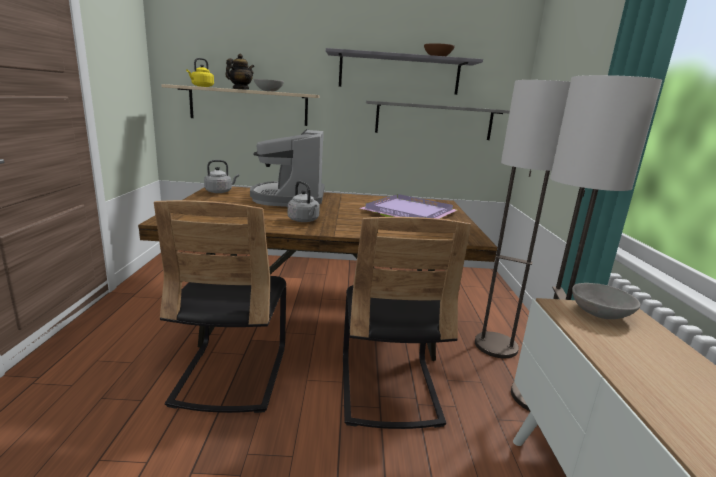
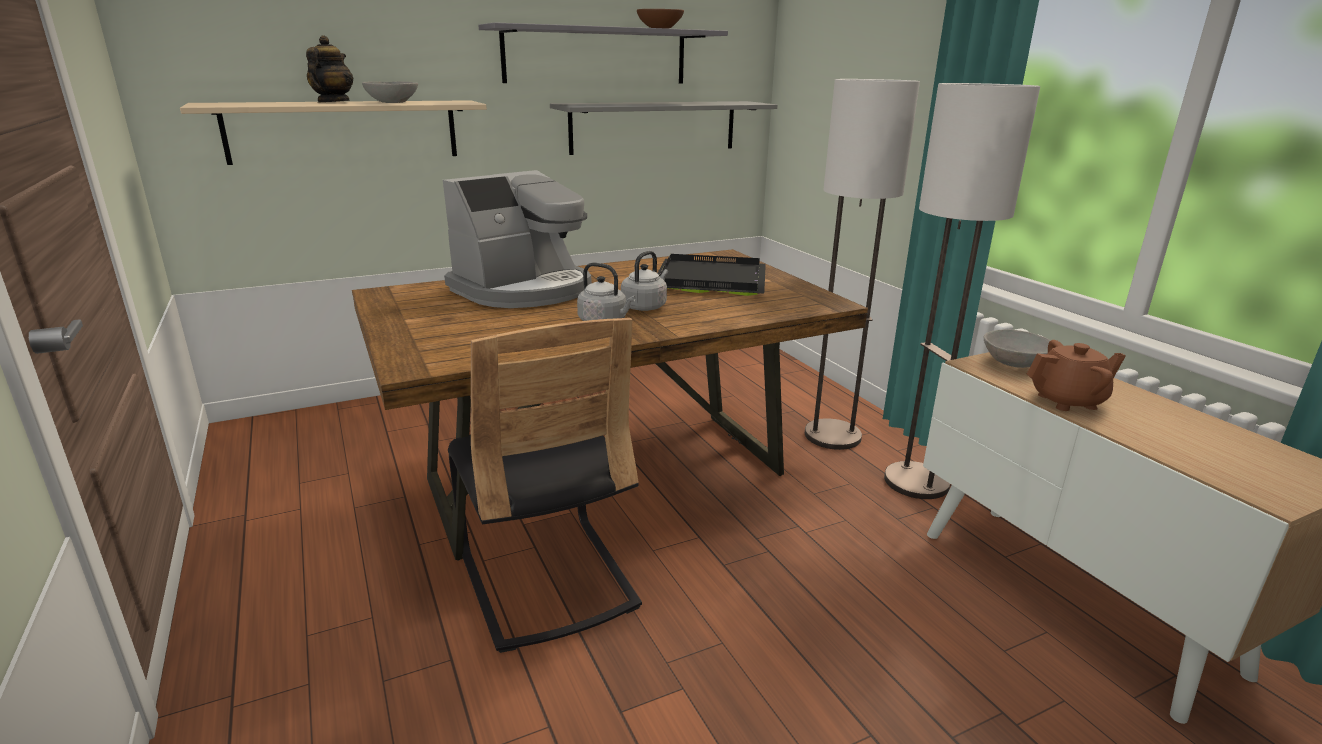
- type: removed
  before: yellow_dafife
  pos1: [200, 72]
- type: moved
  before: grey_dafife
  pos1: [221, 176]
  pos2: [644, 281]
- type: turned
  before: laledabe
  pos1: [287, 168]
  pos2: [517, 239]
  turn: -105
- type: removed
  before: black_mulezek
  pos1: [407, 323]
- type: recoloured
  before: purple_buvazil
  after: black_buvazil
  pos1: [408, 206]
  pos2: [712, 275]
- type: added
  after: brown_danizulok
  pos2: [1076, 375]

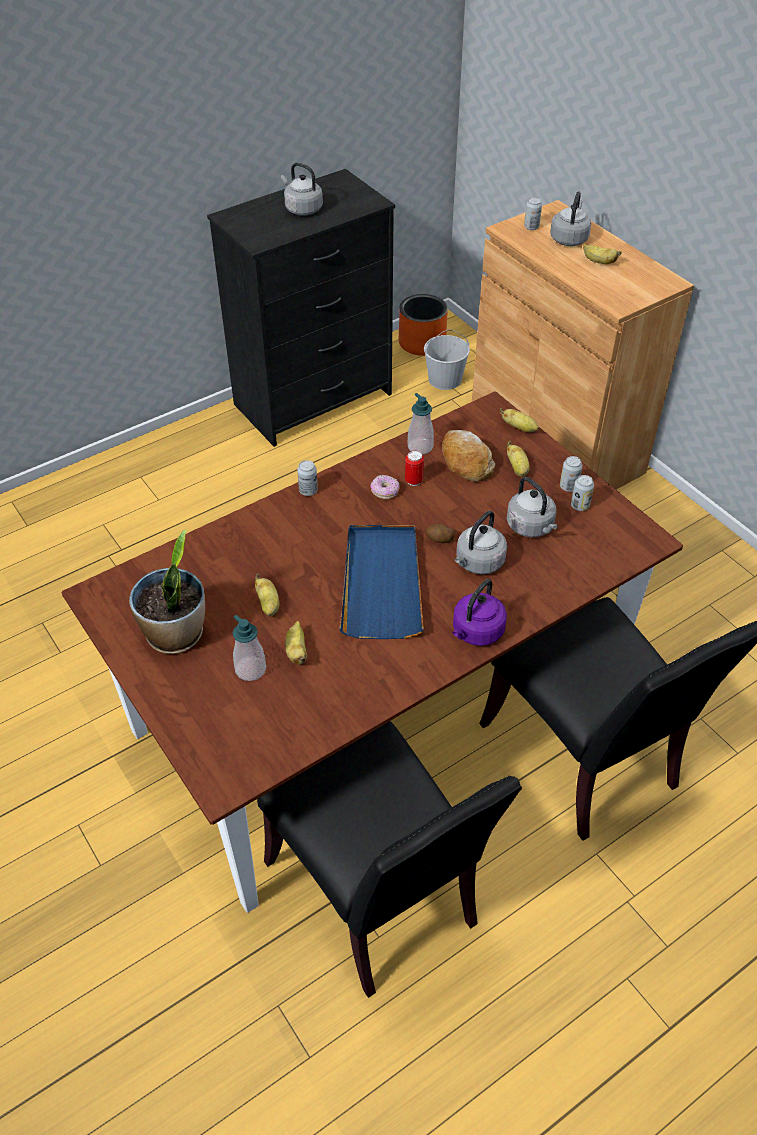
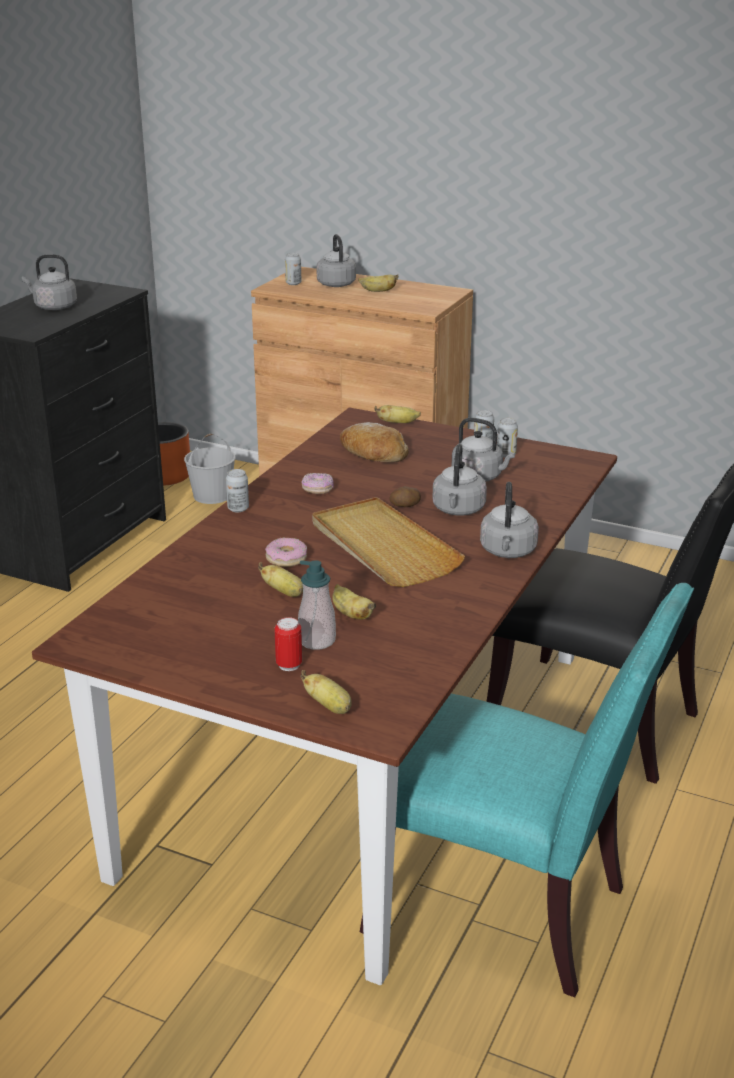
- type: removed
  before: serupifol
  pos1: [167, 592]
- type: recoloured
  before: black_mulezek
  after: turquoise_mulezek
  pos1: [389, 859]
  pos2: [527, 790]
- type: recoloured
  before: blue_buvazil
  after: beige_buvazil
  pos1: [382, 582]
  pos2: [388, 542]
- type: moved
  before: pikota
  pos1: [414, 468]
  pos2: [288, 644]
- type: removed
  before: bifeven
  pos1: [421, 424]
- type: recoloured
  before: purple_dafife
  after: grey_dafife
  pos1: [479, 612]
  pos2: [509, 520]
- type: moved
  before: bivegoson
  pos1: [518, 459]
  pos2: [326, 692]
- type: added
  after: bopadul
  pos2: [286, 552]

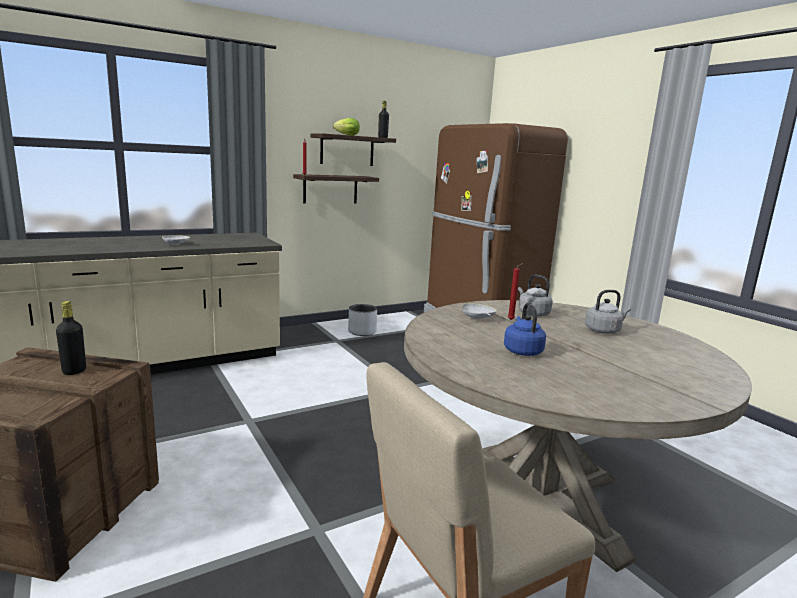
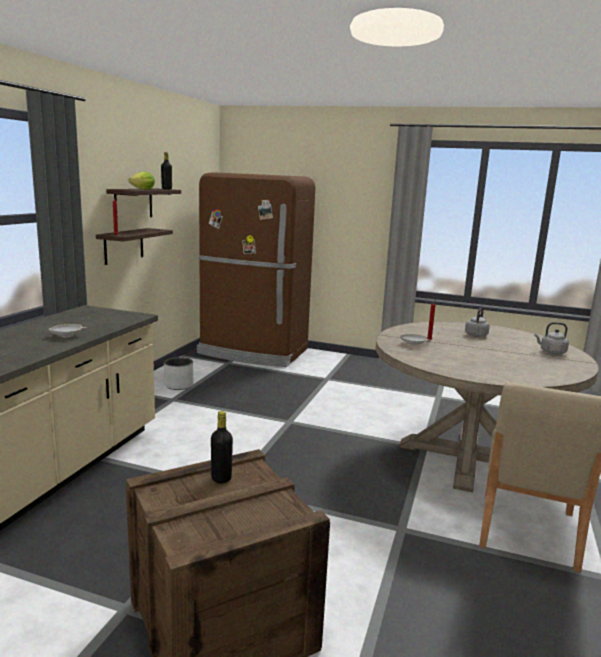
- type: removed
  before: blue_dafife
  pos1: [525, 329]
- type: moved
  before: grey_dafife
  pos1: [535, 295]
  pos2: [551, 338]

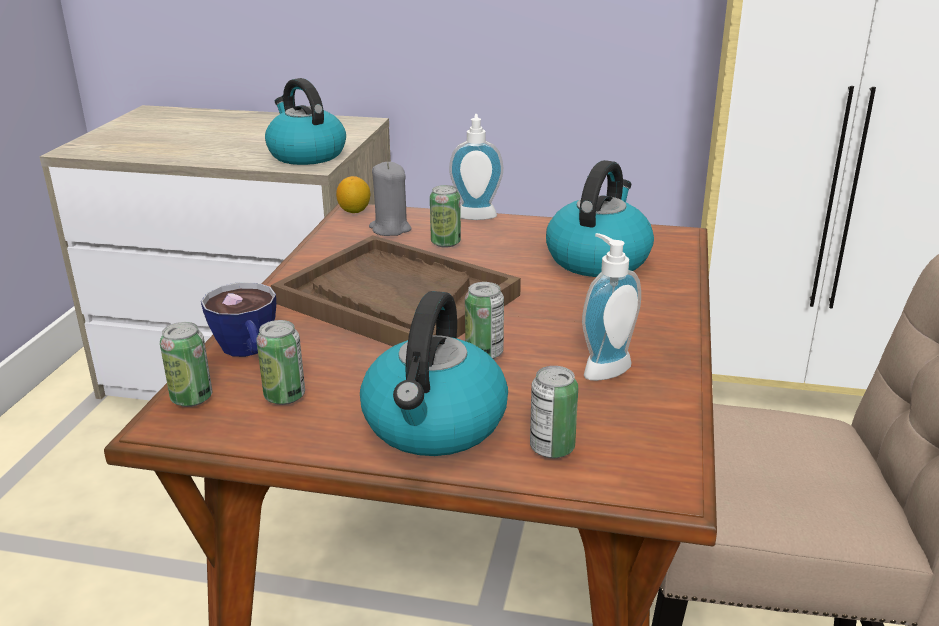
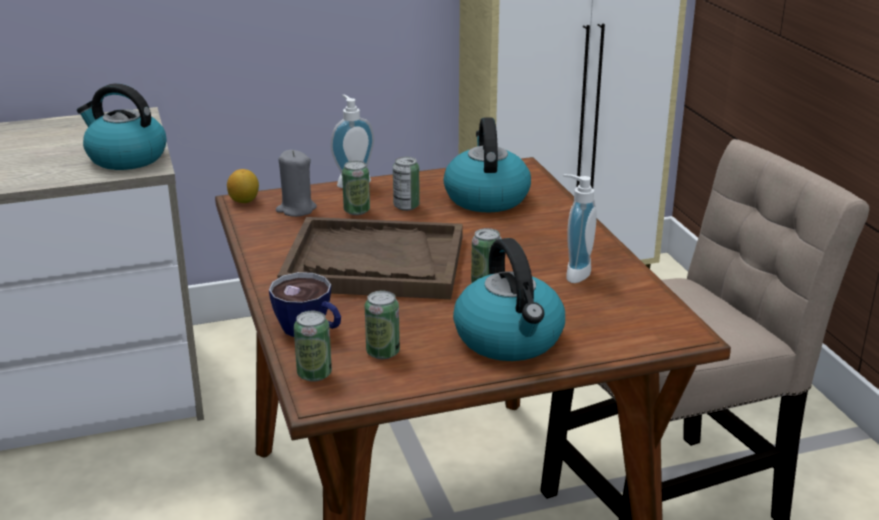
- type: moved
  before: pikota
  pos1: [554, 412]
  pos2: [406, 184]

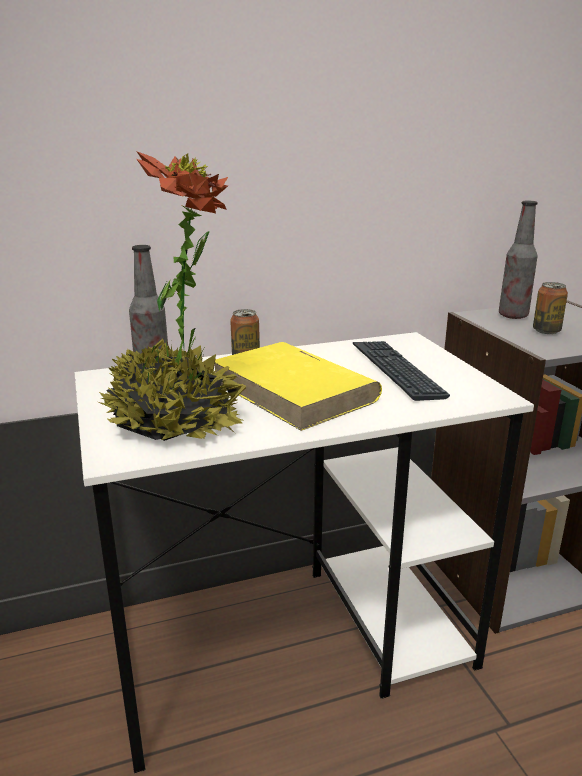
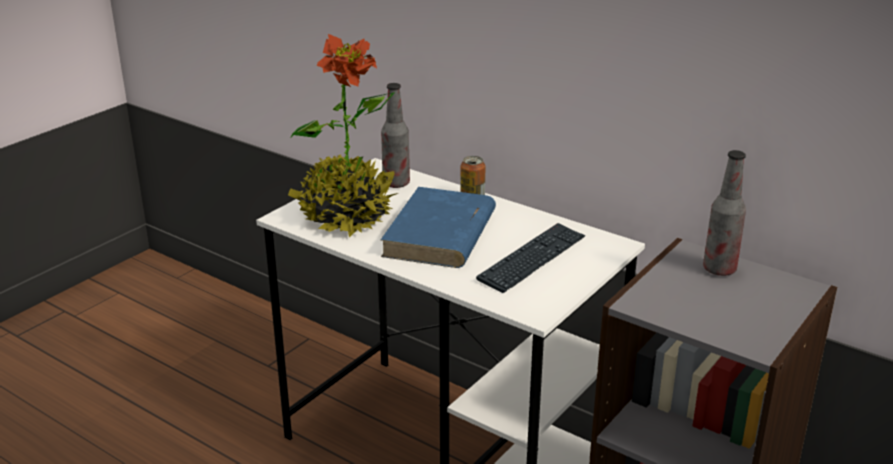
- type: recoloured
  before: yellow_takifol
  after: blue_takifol
  pos1: [298, 386]
  pos2: [438, 227]
- type: removed
  before: pikota
  pos1: [550, 308]

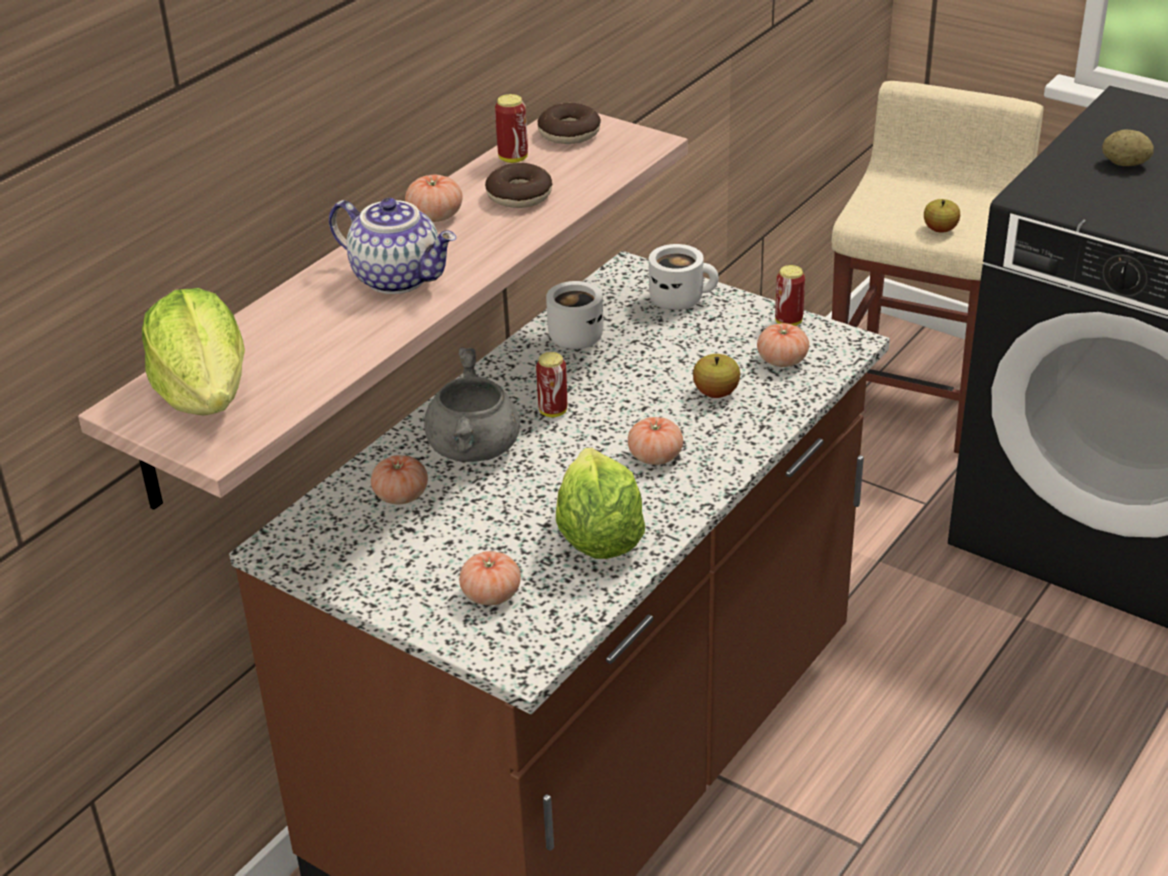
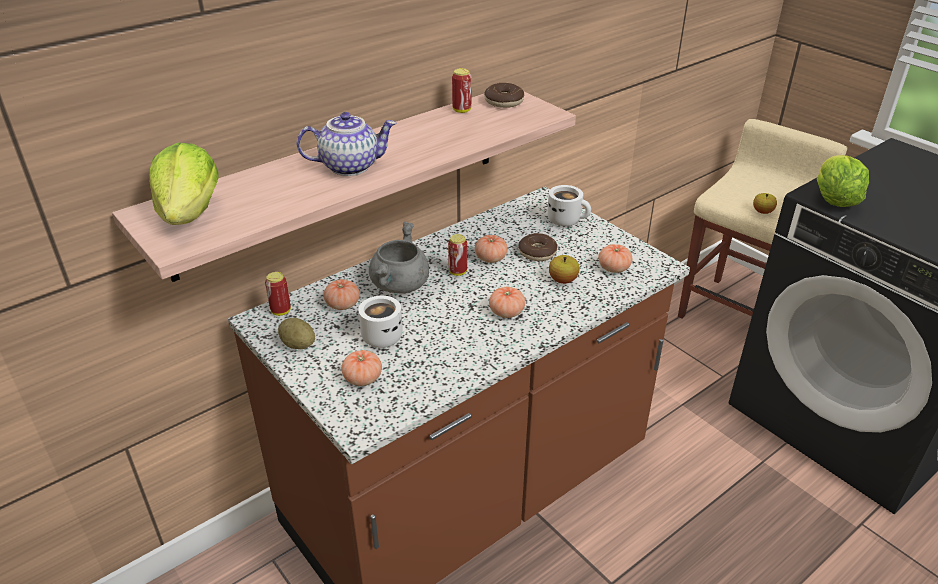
- type: turned
  before: danizulok
  pos1: [392, 246]
  pos2: [347, 144]
  turn: -60
- type: moved
  before: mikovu
  pos1: [434, 198]
  pos2: [491, 249]
- type: moved
  before: bopadul
  pos1: [518, 185]
  pos2: [538, 247]
- type: moved
  before: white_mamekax
  pos1: [574, 315]
  pos2: [380, 322]
- type: moved
  before: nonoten
  pos1: [600, 503]
  pos2: [843, 181]
- type: moved
  before: pikota
  pos1: [790, 295]
  pos2: [278, 294]
- type: moved
  before: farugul
  pos1: [1128, 147]
  pos2: [296, 333]

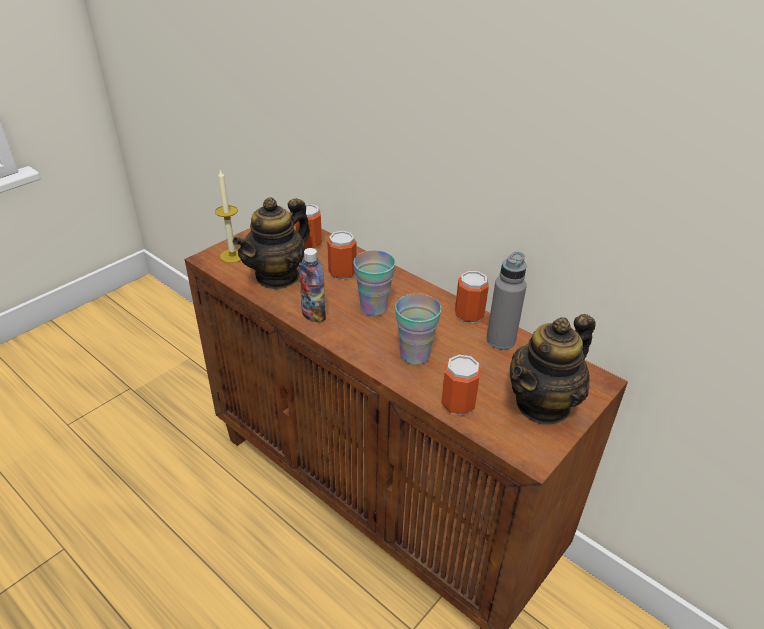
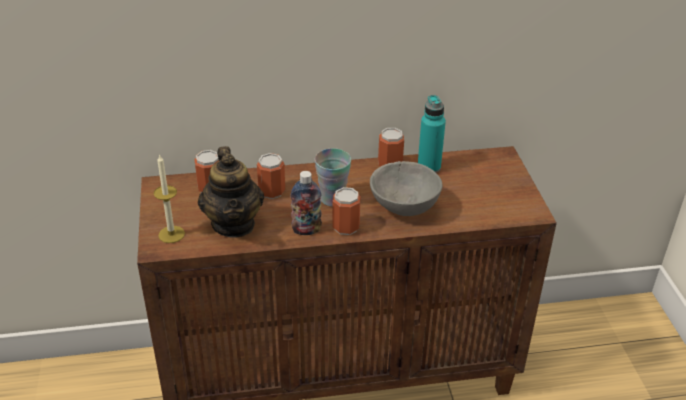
- type: replaced
  before: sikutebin
  after: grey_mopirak
  pos1: [418, 329]
  pos2: [406, 188]
- type: moved
  before: pikota
  pos1: [461, 385]
  pos2: [346, 211]
- type: recoloured
  before: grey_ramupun
  after: turquoise_ramupun
  pos1: [507, 301]
  pos2: [432, 134]
- type: removed
  before: danizulok
  pos1: [552, 370]

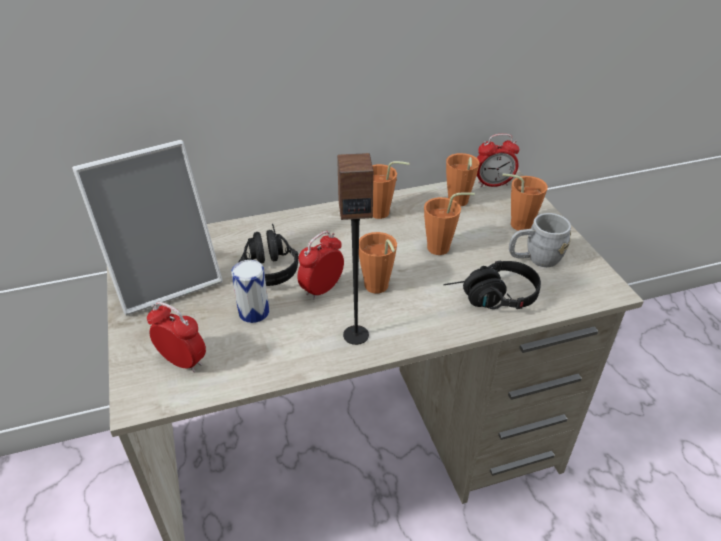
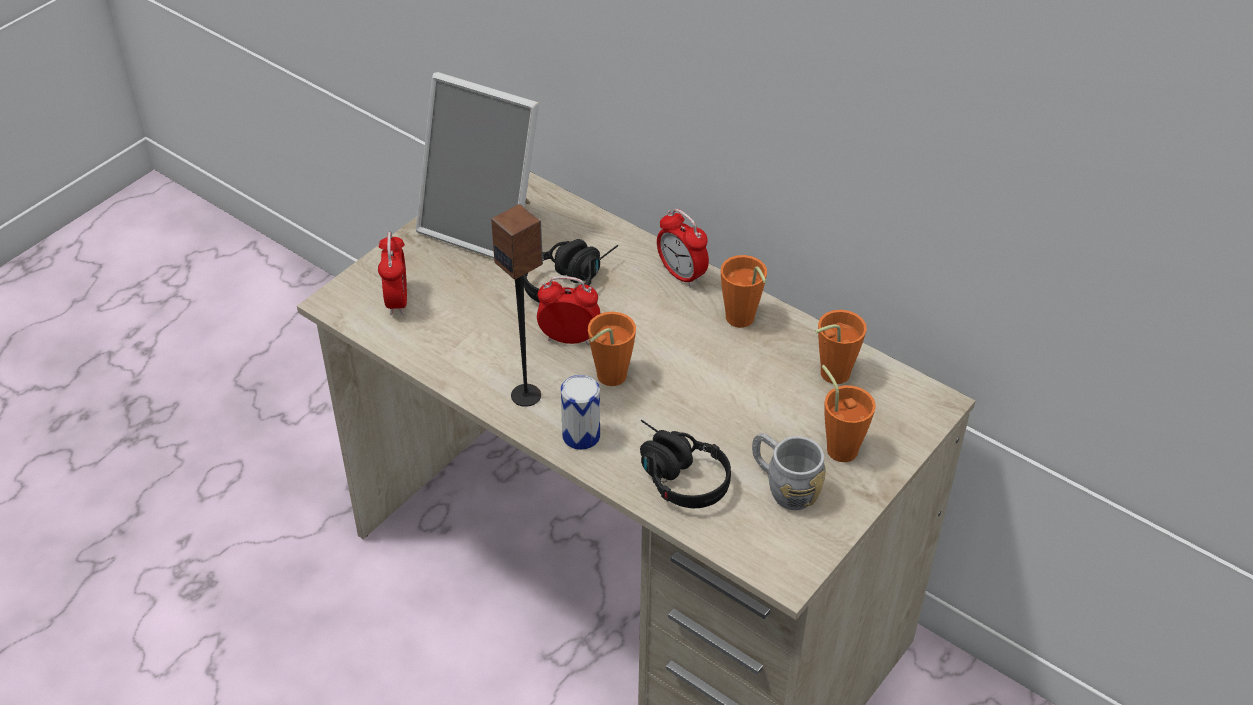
- type: moved
  before: pikota
  pos1: [250, 291]
  pos2: [580, 412]
- type: removed
  before: orange_sikutebin
  pos1: [449, 223]
- type: moved
  before: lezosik
  pos1: [498, 160]
  pos2: [683, 248]

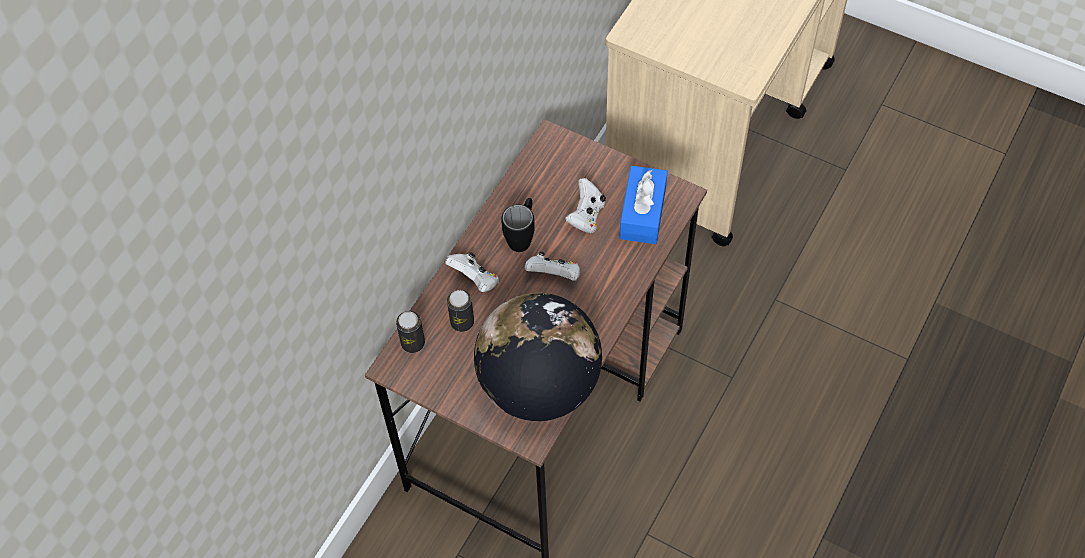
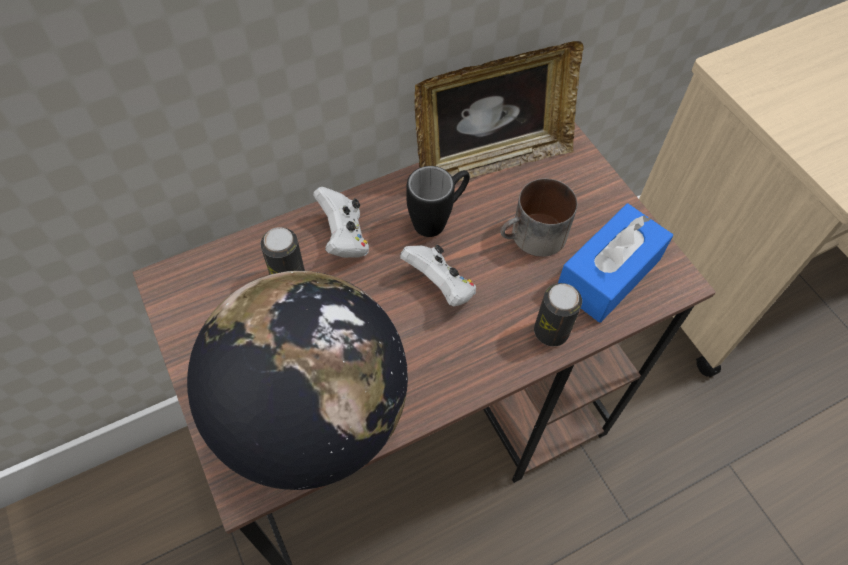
- type: moved
  before: pikota
  pos1: [410, 332]
  pos2: [558, 314]
- type: replaced
  before: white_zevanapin
  after: mamekax
  pos1: [585, 205]
  pos2: [538, 217]
- type: added
  after: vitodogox
  pos2: [499, 111]

